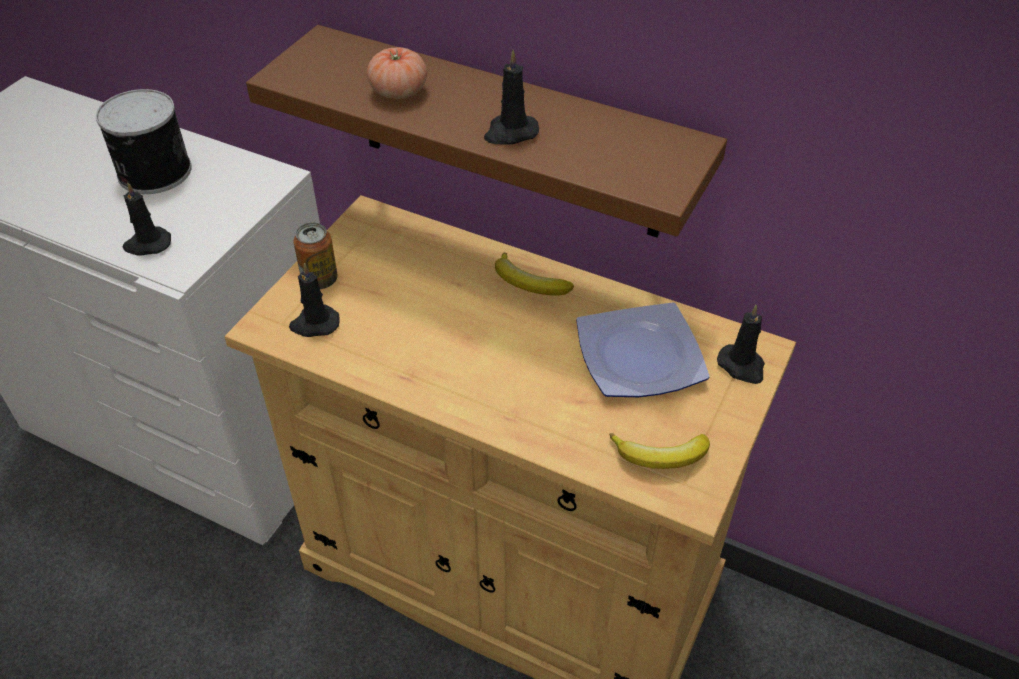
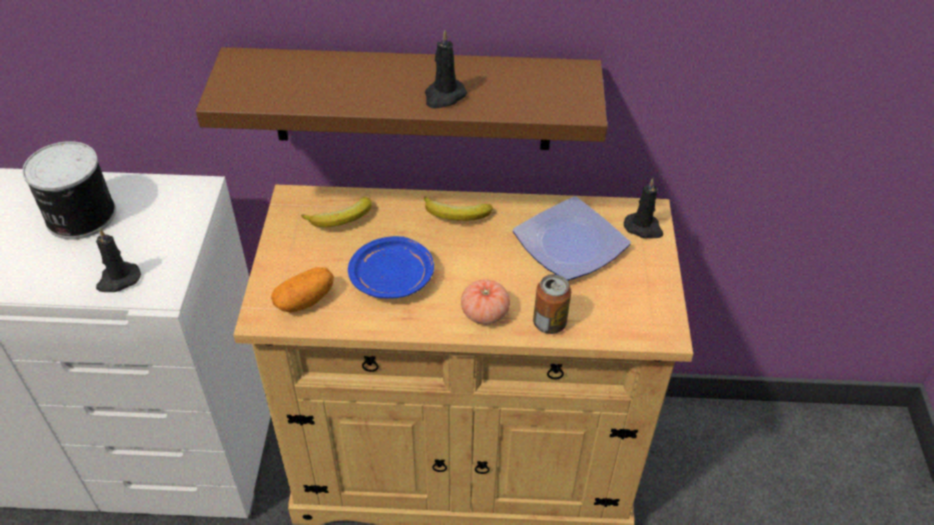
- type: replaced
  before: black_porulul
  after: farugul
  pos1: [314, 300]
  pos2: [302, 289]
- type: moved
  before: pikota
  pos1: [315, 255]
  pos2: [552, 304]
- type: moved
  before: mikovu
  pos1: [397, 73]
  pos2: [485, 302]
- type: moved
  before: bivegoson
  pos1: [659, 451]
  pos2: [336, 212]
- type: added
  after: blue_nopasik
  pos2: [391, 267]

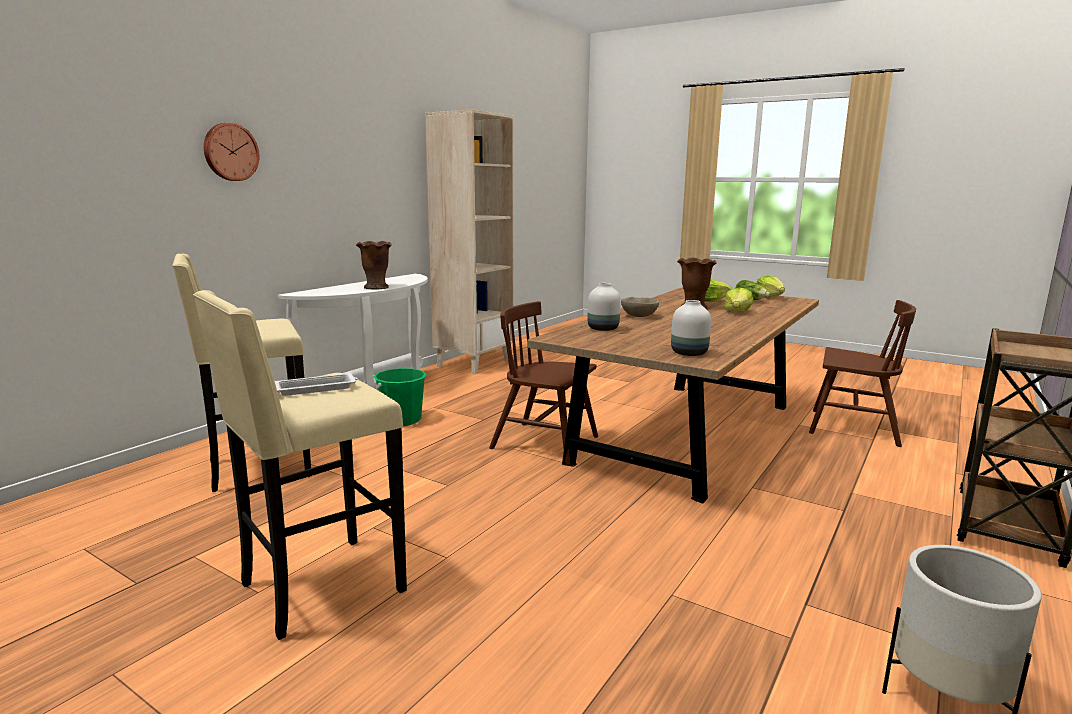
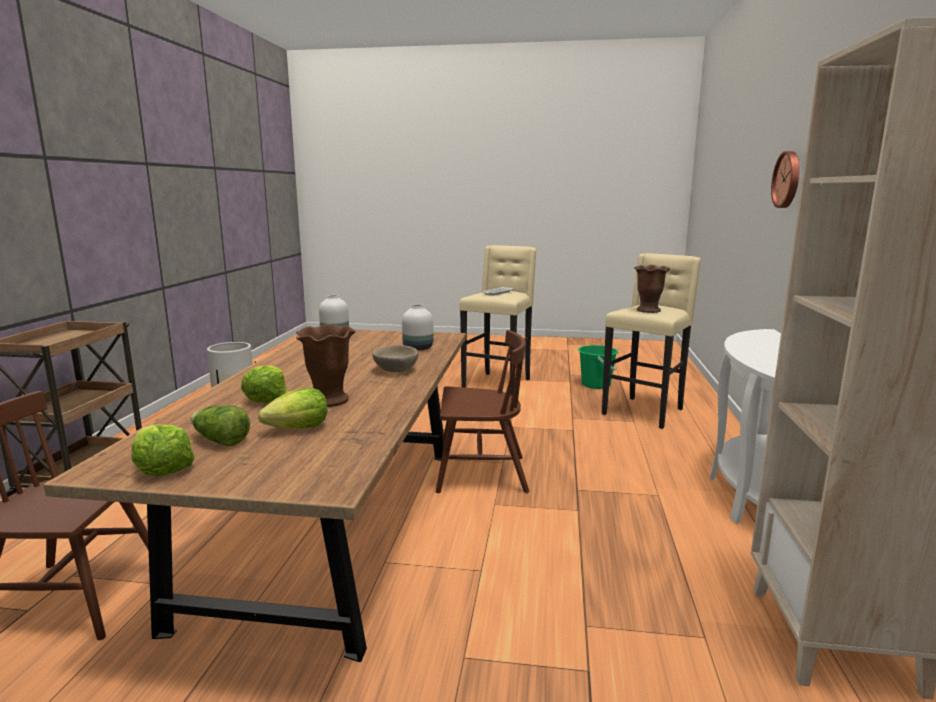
- type: moved
  before: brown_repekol
  pos1: [374, 265]
  pos2: [652, 289]
- type: moved
  before: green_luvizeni
  pos1: [400, 397]
  pos2: [598, 367]

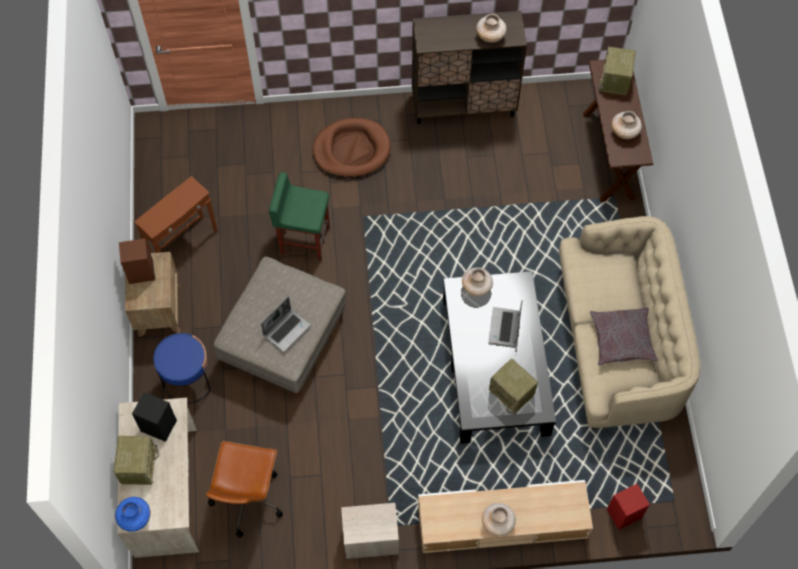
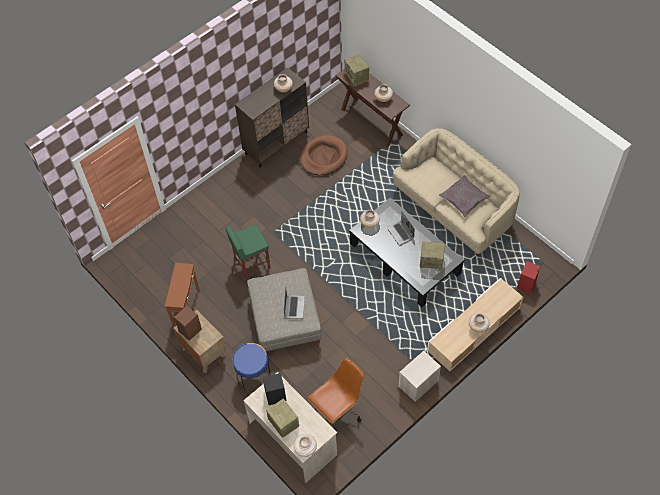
- type: recoloured
  before: blue_repekol
  after: beige_repekol
  pos1: [133, 514]
  pos2: [305, 445]
- type: turned
  before: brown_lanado
  pos1: [244, 489]
  pos2: [336, 394]
  turn: -105
- type: moved
  before: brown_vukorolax
  pos1: [351, 148]
  pos2: [324, 155]

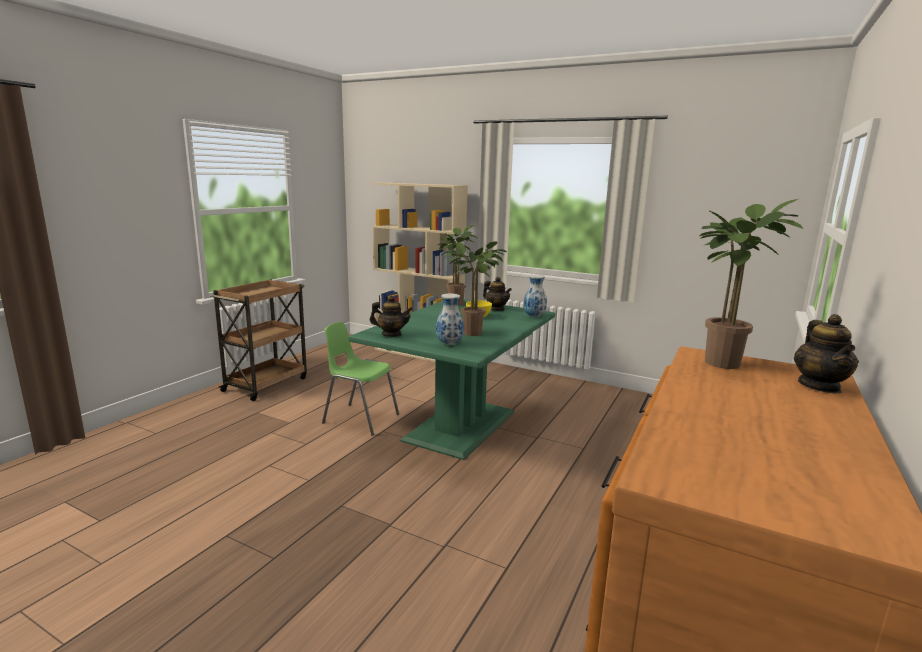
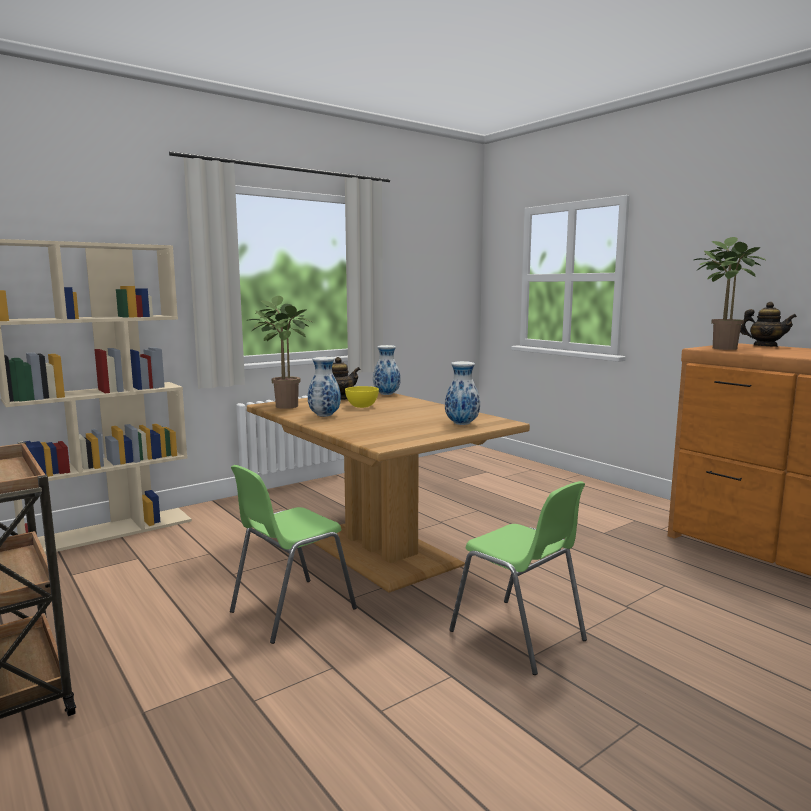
- type: recoloured
  before: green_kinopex
  after: brown_kinopex
  pos1: [452, 379]
  pos2: [388, 492]
- type: removed
  before: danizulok
  pos1: [391, 316]
- type: removed
  before: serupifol
  pos1: [477, 288]
- type: added
  after: repekol
  pos2: [324, 387]
- type: added
  after: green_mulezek
  pos2: [518, 578]

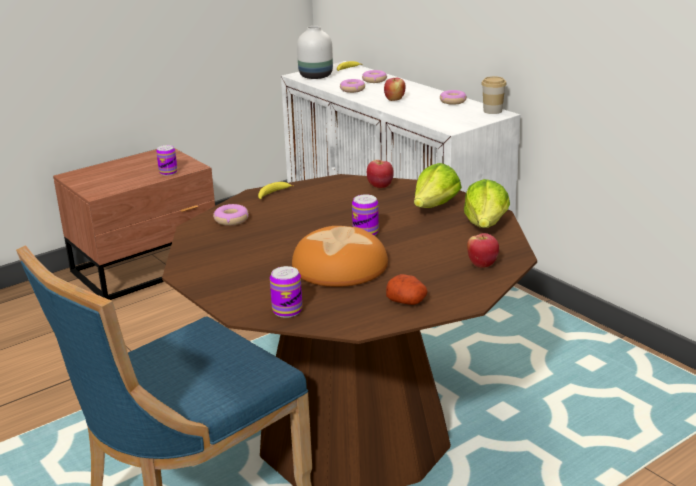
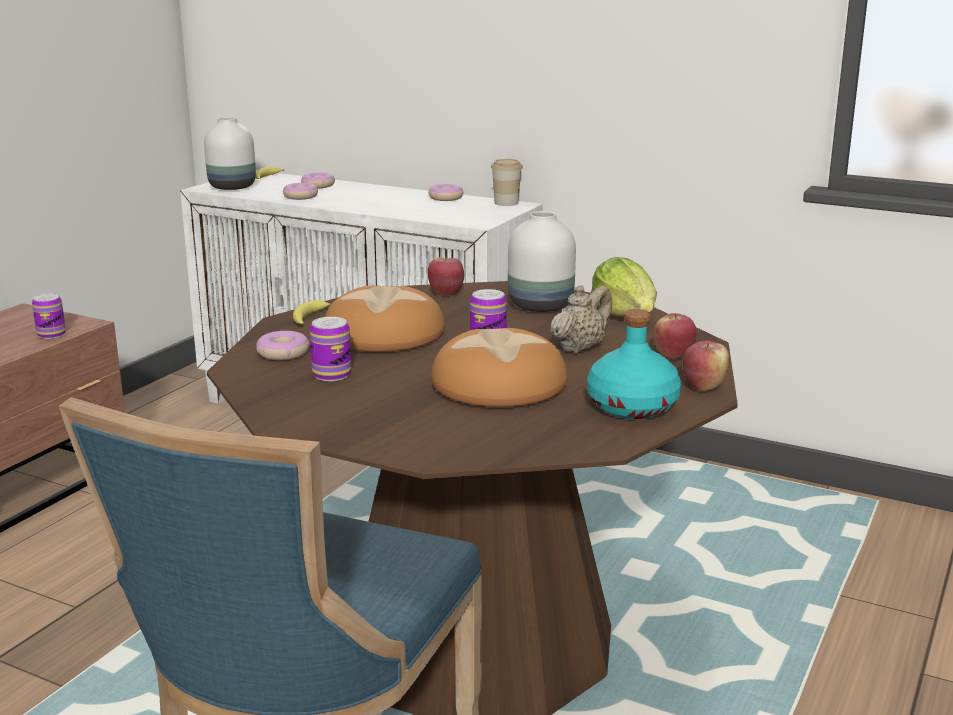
- type: moved
  before: pikota
  pos1: [286, 292]
  pos2: [330, 349]
- type: moved
  before: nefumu
  pos1: [395, 89]
  pos2: [706, 366]
- type: replaced
  before: farugul
  after: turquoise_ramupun
  pos1: [407, 289]
  pos2: [634, 364]
- type: replaced
  before: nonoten
  after: white_repekol
  pos1: [438, 185]
  pos2: [542, 261]
- type: added
  after: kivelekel
  pos2: [385, 318]
- type: added
  after: beige_danizulok
  pos2: [581, 319]

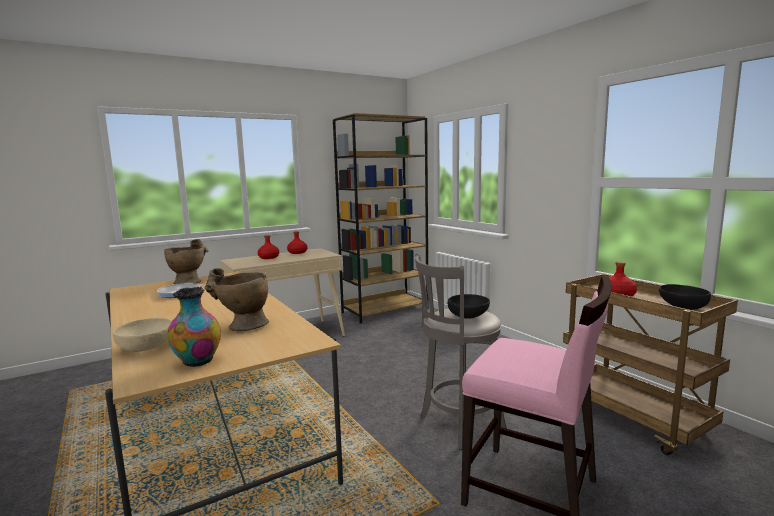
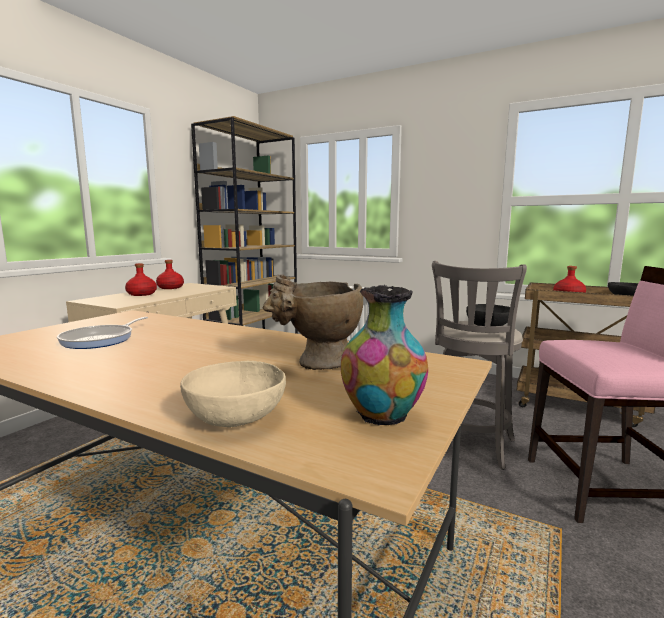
- type: removed
  before: beige_repekol
  pos1: [186, 261]

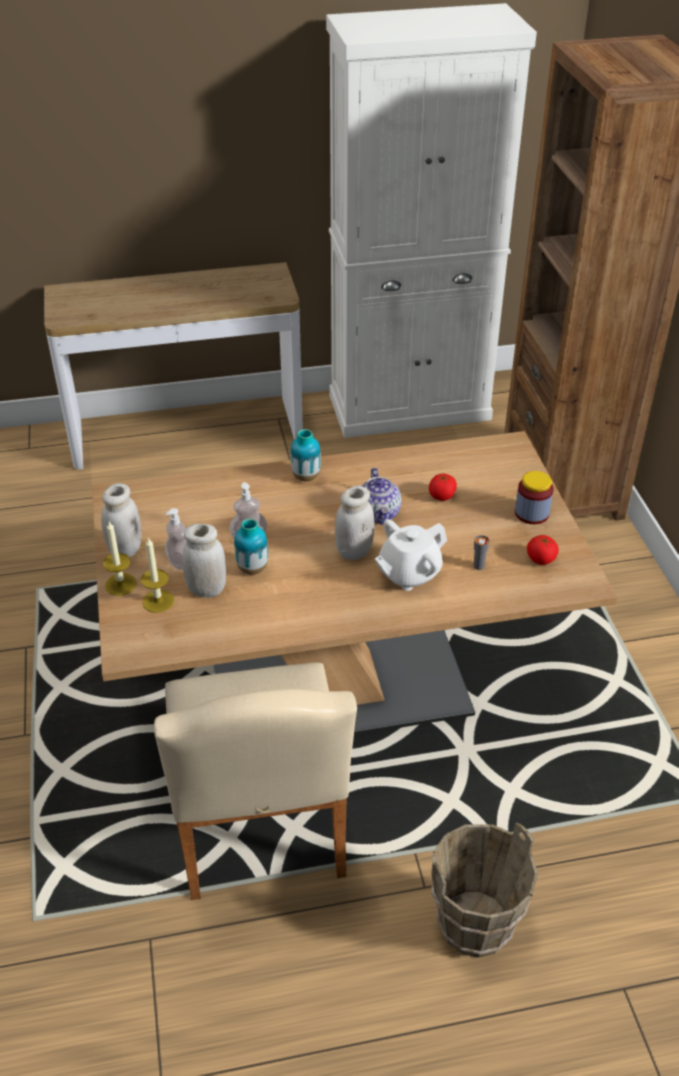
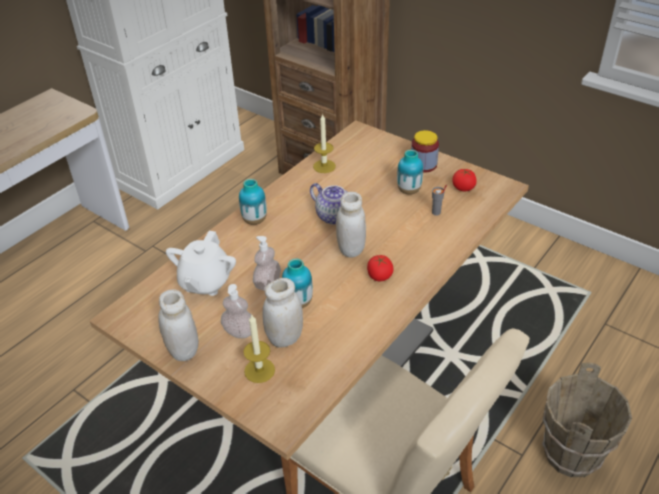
- type: moved
  before: porulul
  pos1: [120, 559]
  pos2: [324, 143]
- type: moved
  before: white_danizulok
  pos1: [410, 555]
  pos2: [201, 263]
- type: moved
  before: mikovu
  pos1: [443, 487]
  pos2: [380, 268]
- type: added
  after: repekol
  pos2: [410, 172]

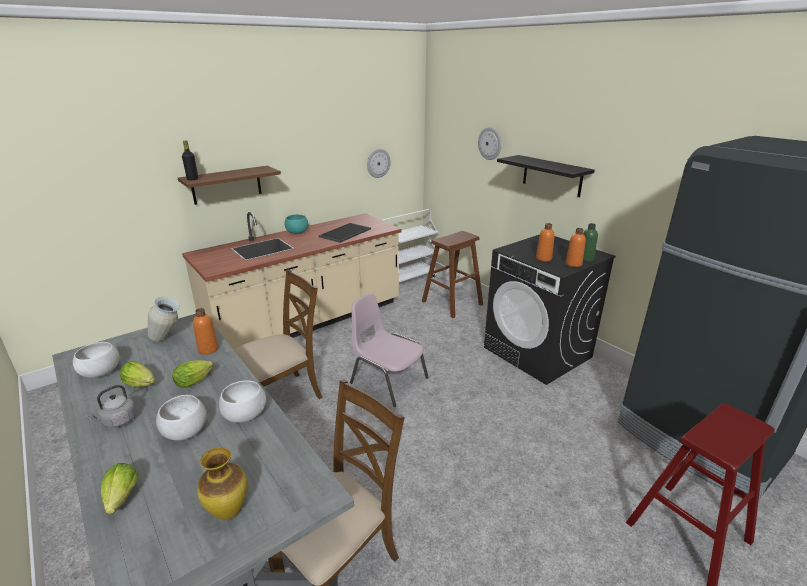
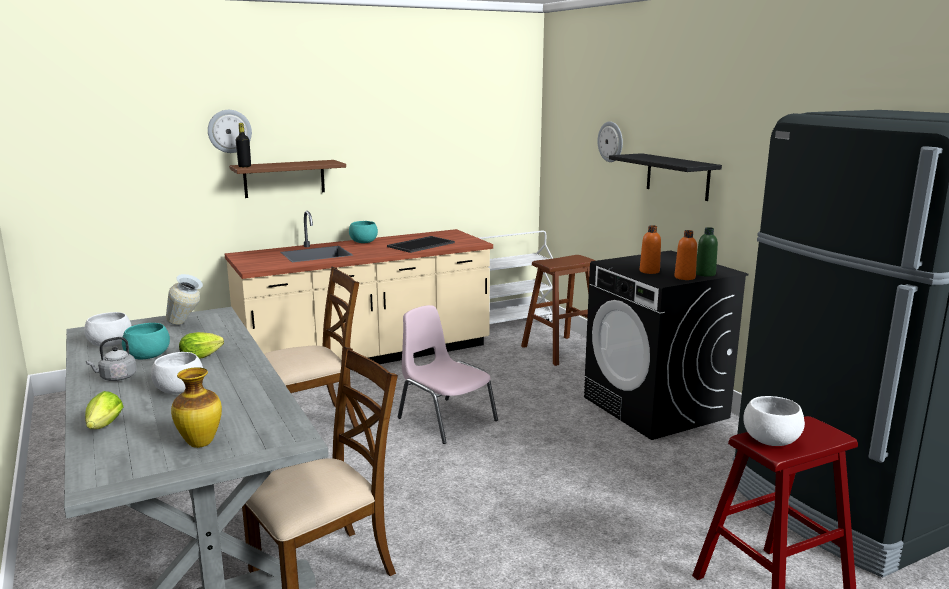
- type: replaced
  before: nonoten
  after: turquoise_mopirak
  pos1: [137, 374]
  pos2: [146, 341]
- type: removed
  before: orange_ramupun
  pos1: [206, 331]
- type: moved
  before: white_mopirak
  pos1: [242, 401]
  pos2: [774, 421]
- type: moved
  before: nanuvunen
  pos1: [379, 163]
  pos2: [230, 131]

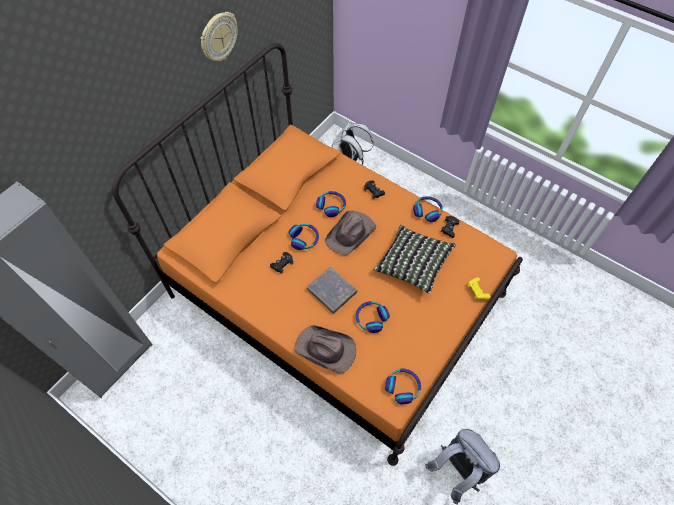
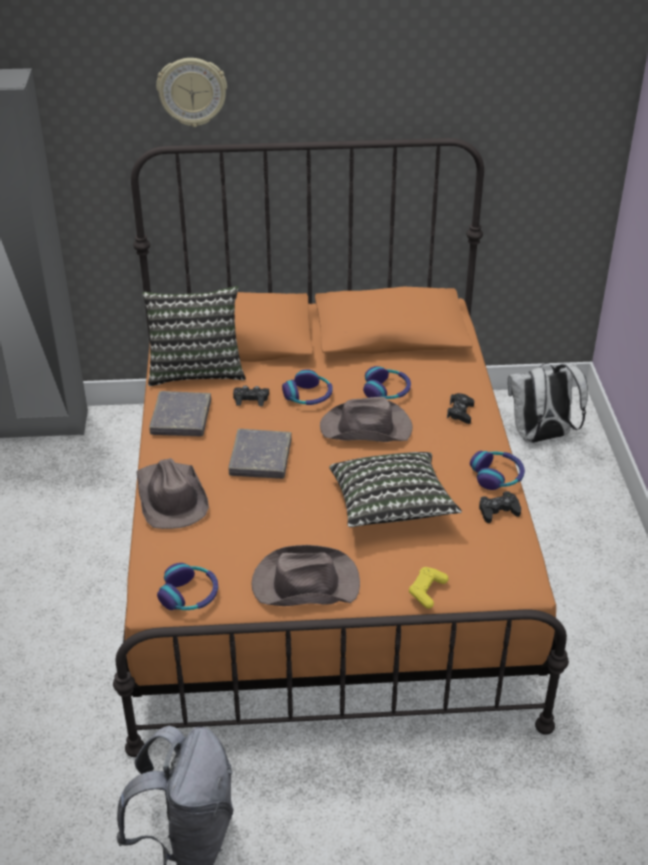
- type: moved
  before: nanuvunen
  pos1: [219, 37]
  pos2: [191, 92]
- type: removed
  before: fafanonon
  pos1: [373, 317]
- type: added
  after: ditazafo
  pos2: [194, 336]
- type: added
  after: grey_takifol
  pos2: [180, 413]
- type: added
  after: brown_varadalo
  pos2: [305, 575]

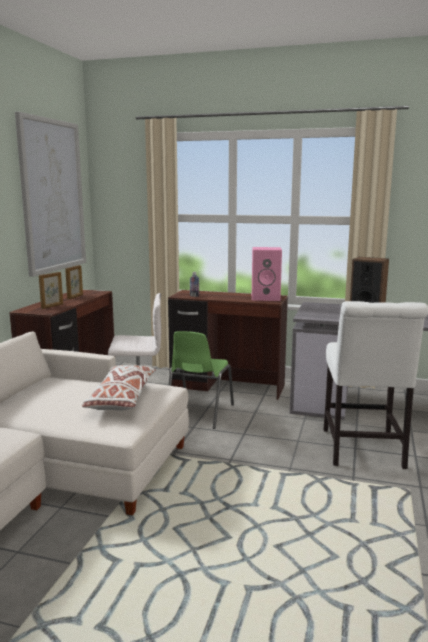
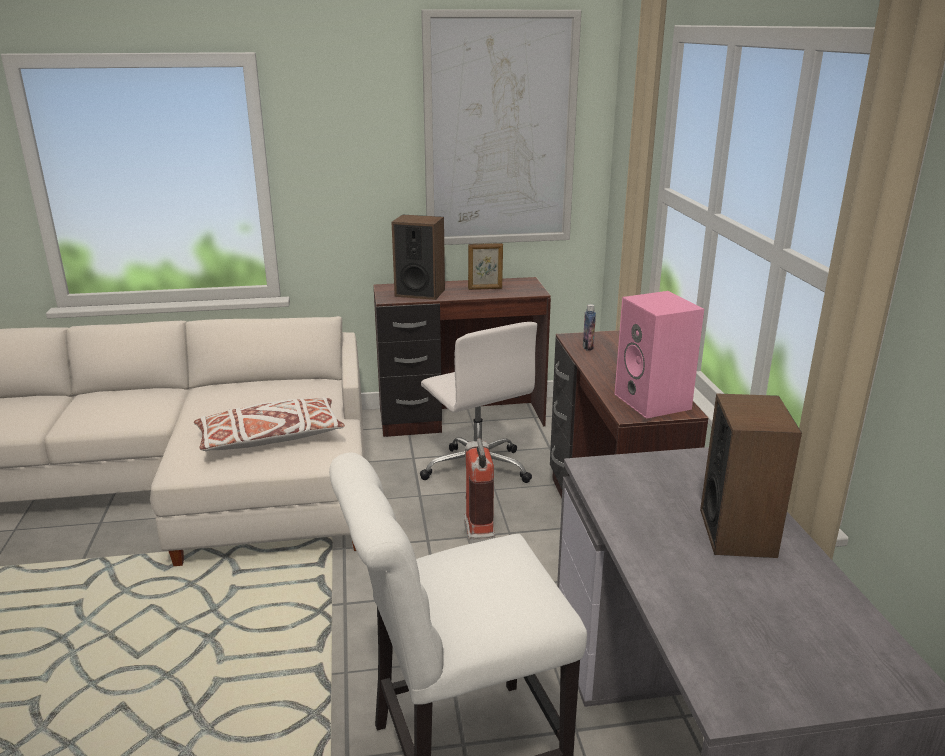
- type: replaced
  before: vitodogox
  after: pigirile
  pos1: [51, 290]
  pos2: [418, 257]
- type: replaced
  before: green_mulezek
  after: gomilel
  pos1: [201, 380]
  pos2: [479, 491]

